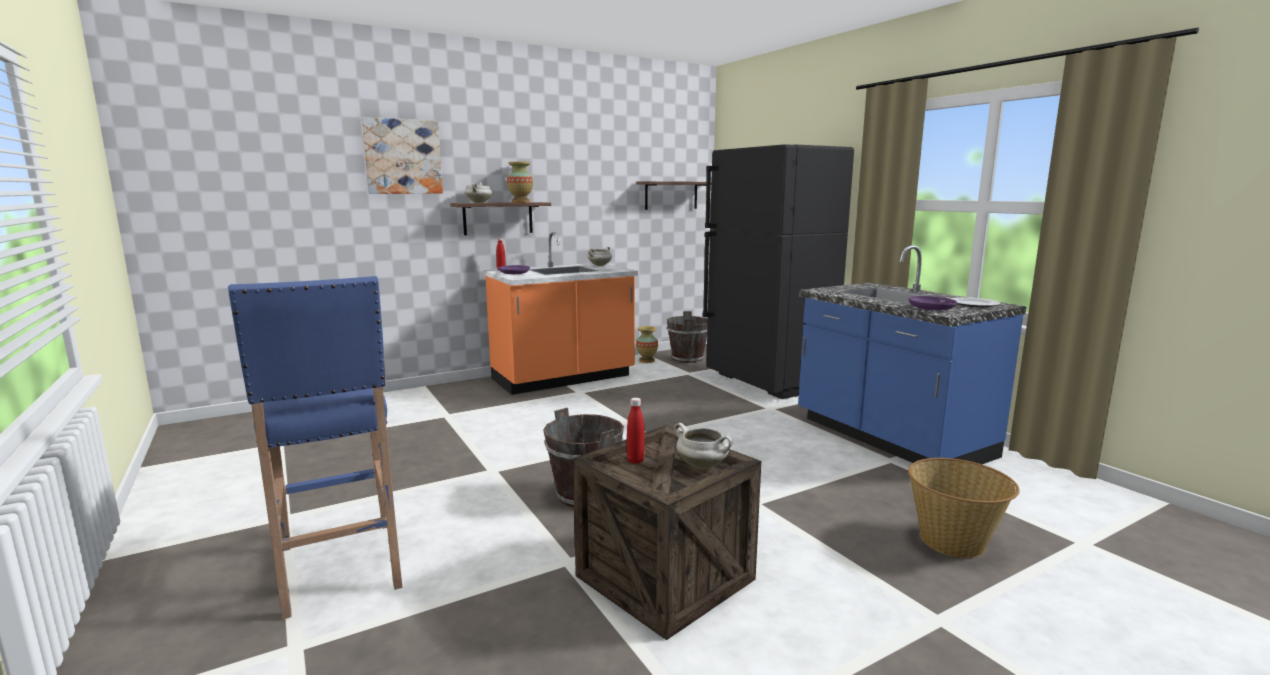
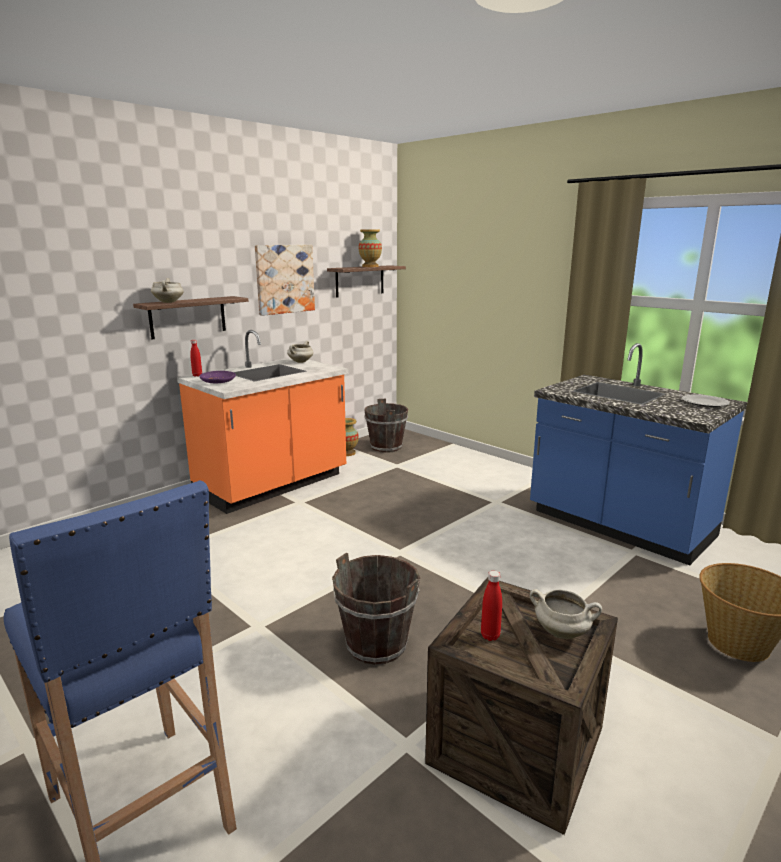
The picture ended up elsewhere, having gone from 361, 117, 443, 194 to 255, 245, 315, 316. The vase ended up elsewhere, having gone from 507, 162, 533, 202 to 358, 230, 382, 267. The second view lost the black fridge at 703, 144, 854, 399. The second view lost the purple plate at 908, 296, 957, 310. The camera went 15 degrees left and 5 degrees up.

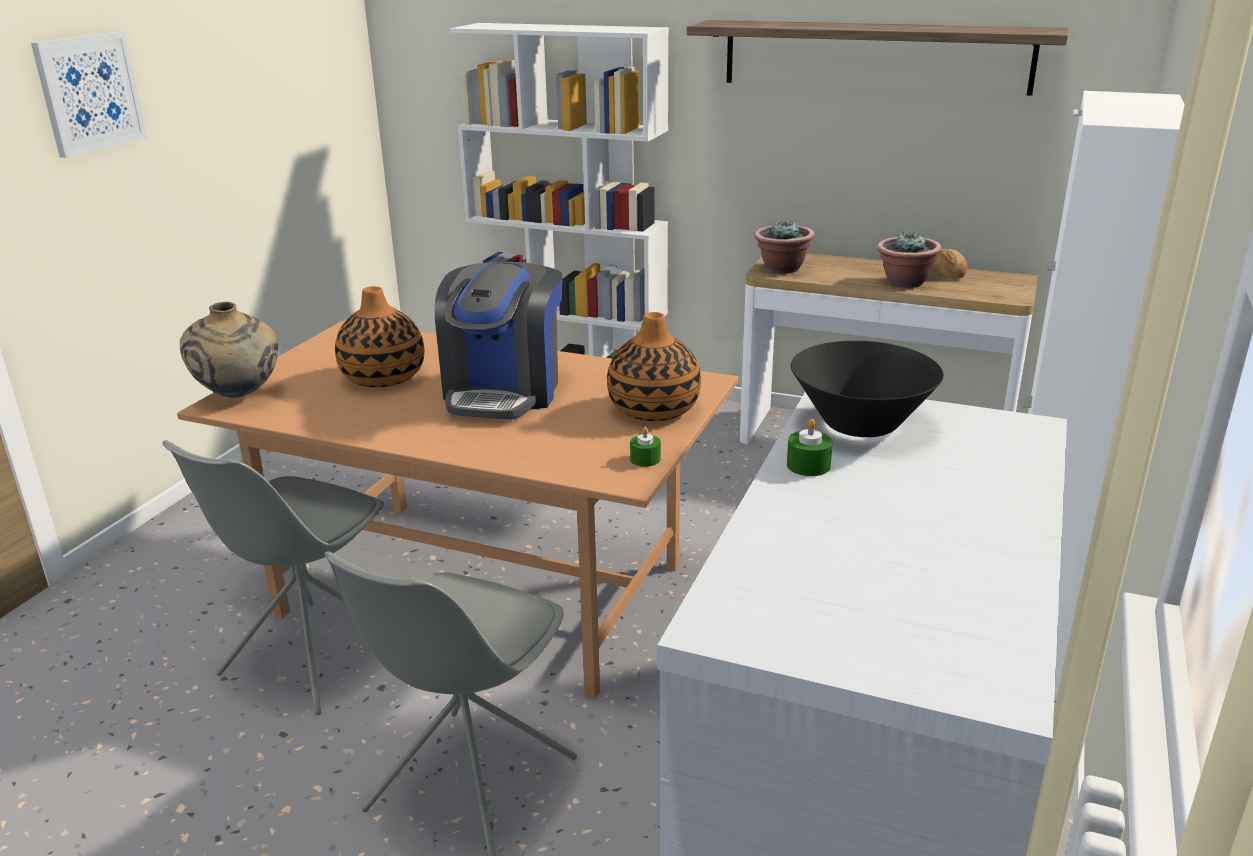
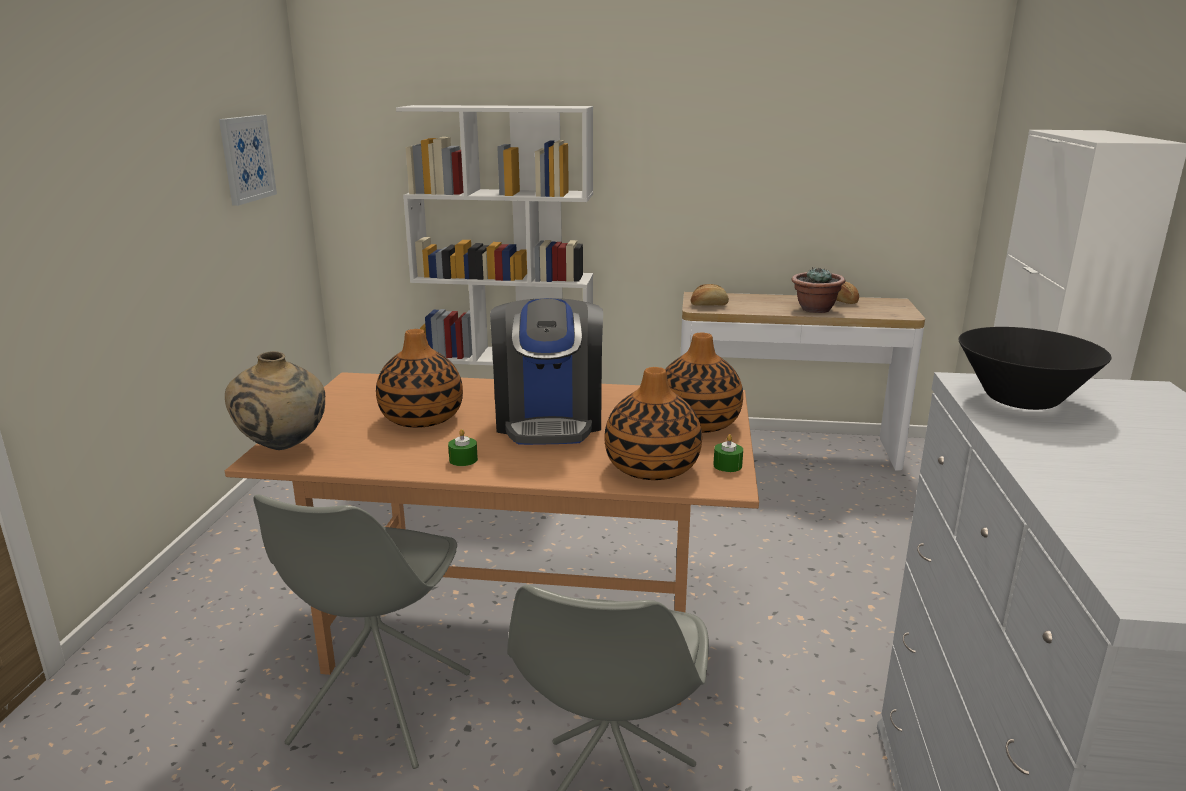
The picture ended up elsewhere, having gone from 31, 31, 147, 158 to 219, 115, 277, 206. The green candle ended up elsewhere, having gone from 787, 419, 833, 476 to 448, 429, 478, 466. The second view gained the vase at 604, 367, 702, 480. Where the potted plant stood at 754, 220, 815, 274, the bread came to stand at 691, 284, 729, 306. The second view lost the shelf at 687, 20, 1069, 96. The camera went 15 degrees left and 5 degrees down.

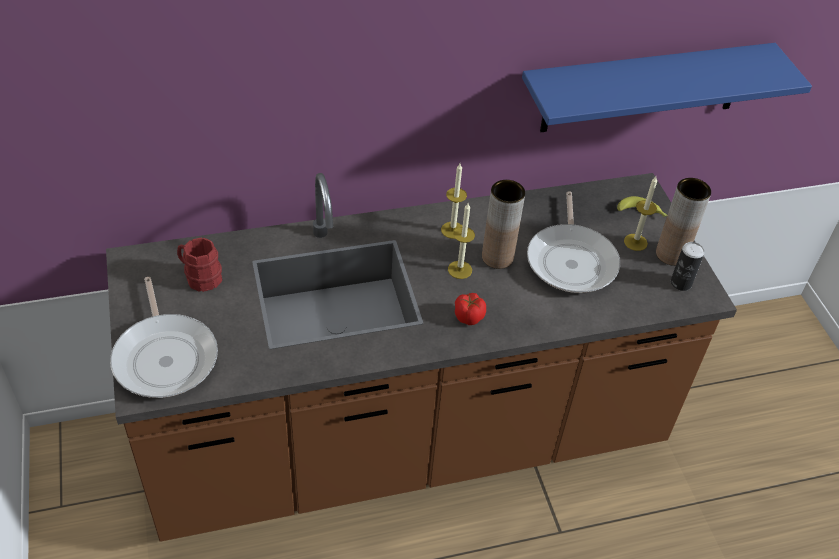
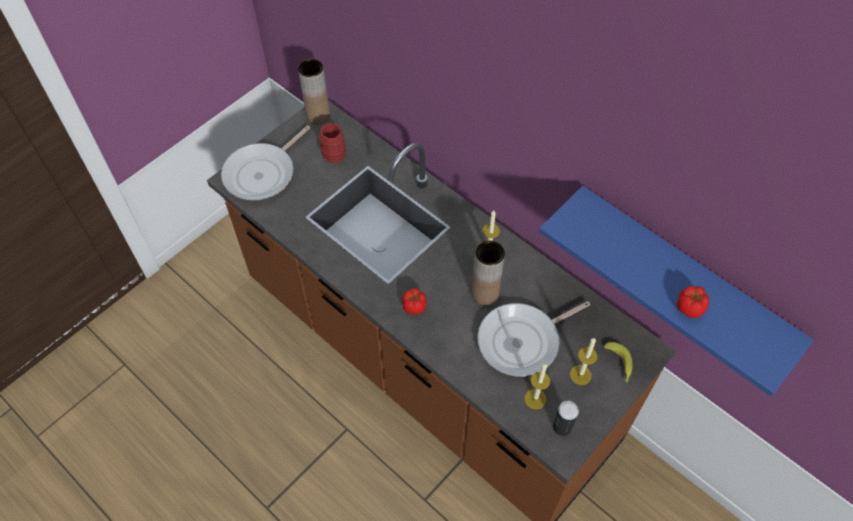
The brown vase ended up elsewhere, having gone from 656, 178, 711, 266 to 298, 59, 330, 124. The candle ended up elsewhere, having gone from 448, 203, 475, 279 to 524, 364, 550, 410. The second view gained the tomato at 677, 286, 709, 318. The camera went 60 degrees right and 10 degrees up.

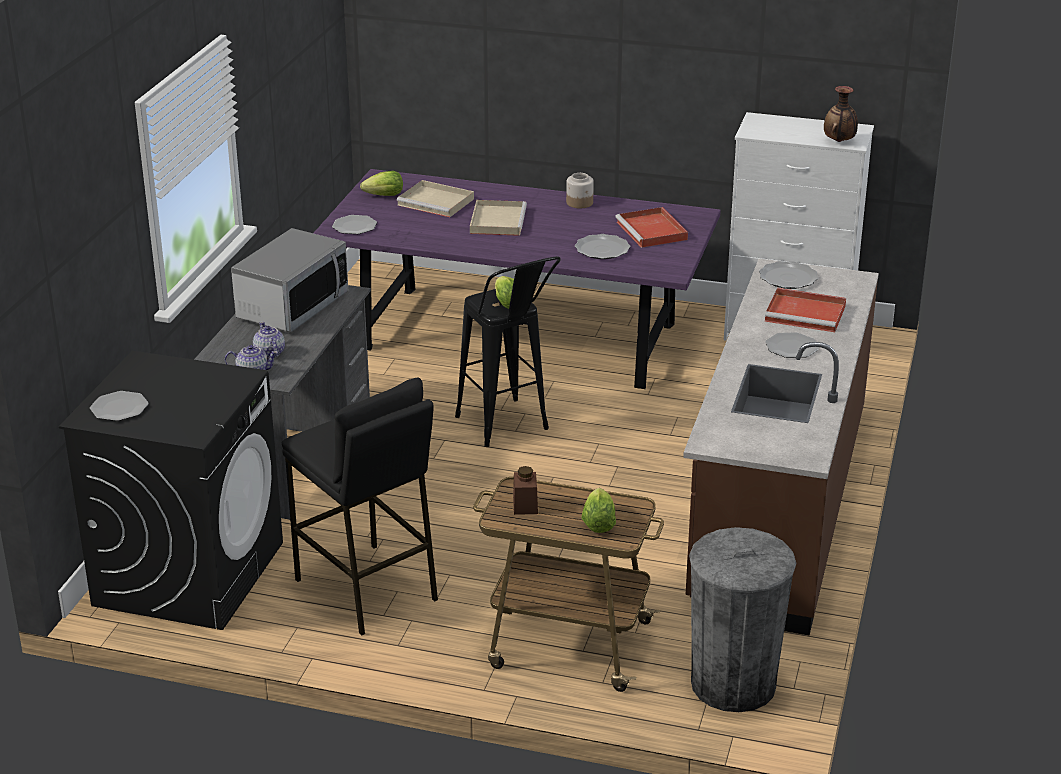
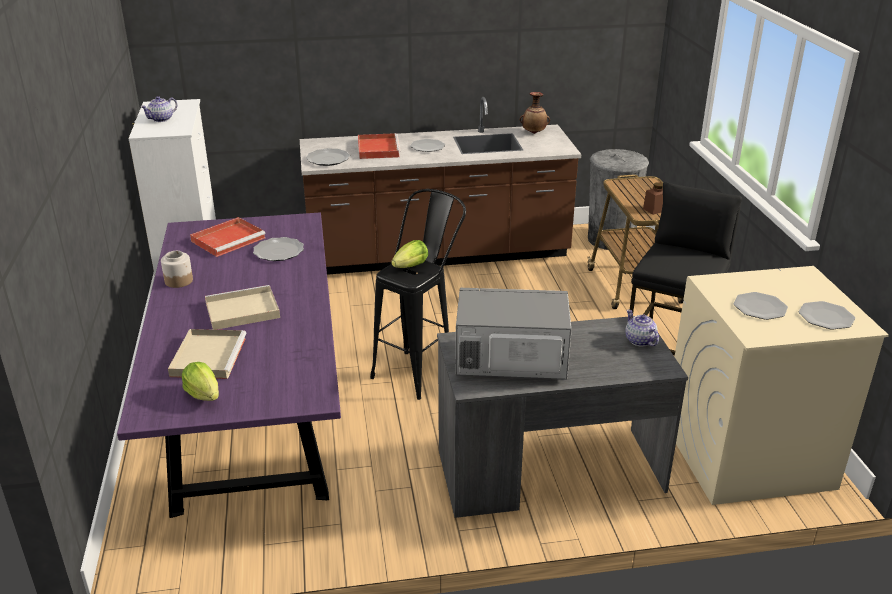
The teapot ended up elsewhere, having gone from 253, 322, 285, 358 to 141, 96, 177, 122. The vase ended up elsewhere, having gone from 824, 86, 858, 142 to 520, 92, 550, 134. What was the black washing machine at 59, 351, 283, 630 turned into the beige washing machine at 675, 266, 889, 505. The plate ended up elsewhere, having gone from 332, 215, 377, 234 to 733, 292, 788, 320. The second view lost the lettuce at 582, 488, 616, 533. The camera went 115 degrees left and 0 degrees up.

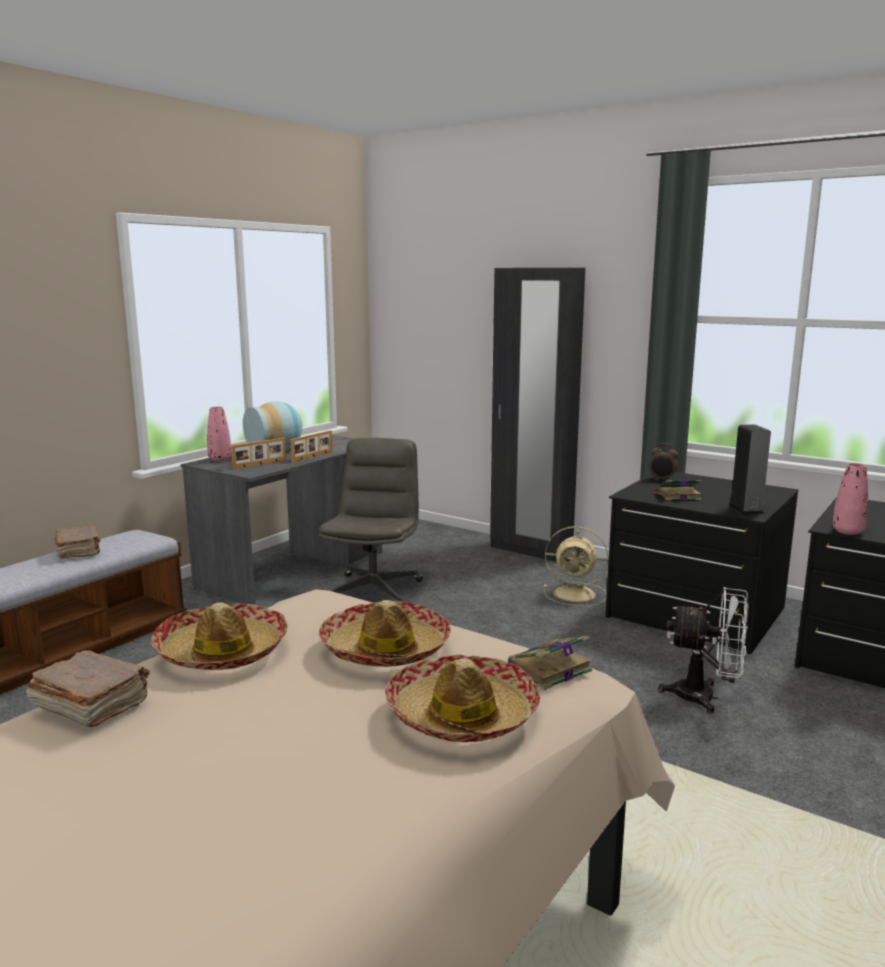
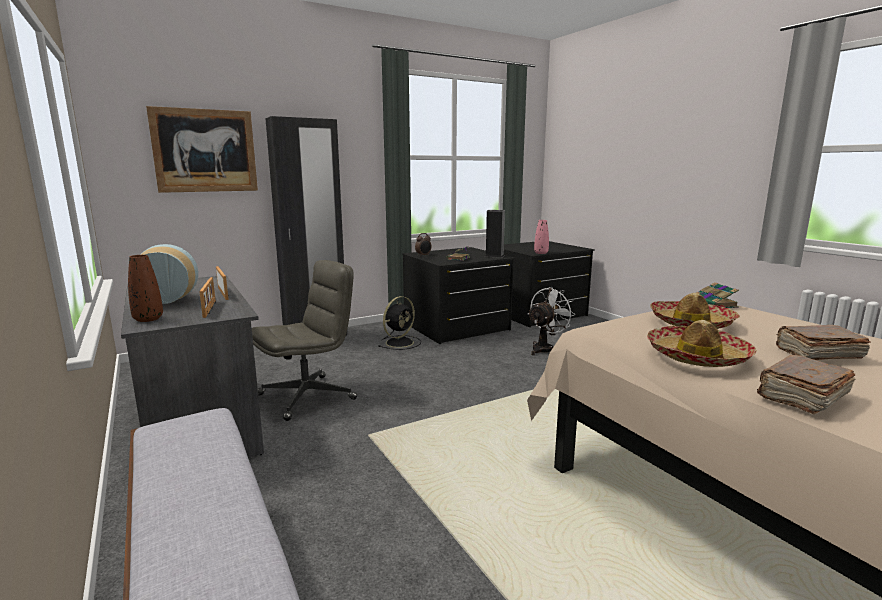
What was the pink vase at 207, 407, 232, 462 turned into the brown vase at 128, 255, 163, 322. The second view gained the picture at 146, 106, 258, 193. The grey office chair at 318, 438, 423, 602 ended up facing another way, 105 degrees clockwise from before. What was the beige fan at 544, 526, 608, 606 turned into the black fan at 378, 296, 421, 350. The brown book ended up elsewhere, having gone from 55, 525, 100, 559 to 776, 325, 871, 360. The second view lost the hat at 385, 654, 540, 742. The camera went 65 degrees left and 0 degrees up.

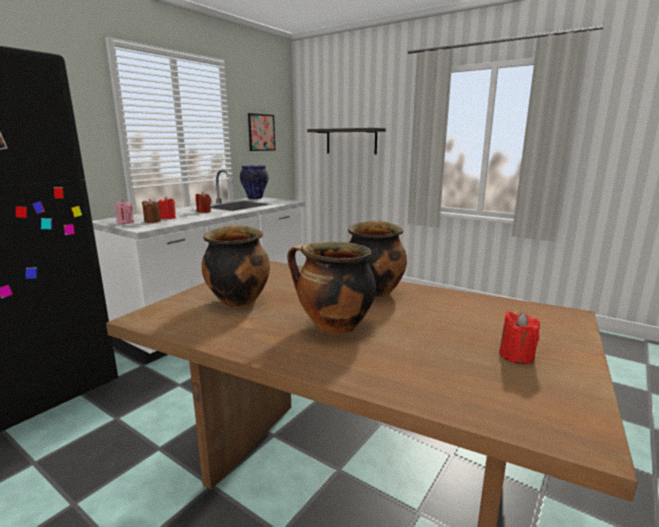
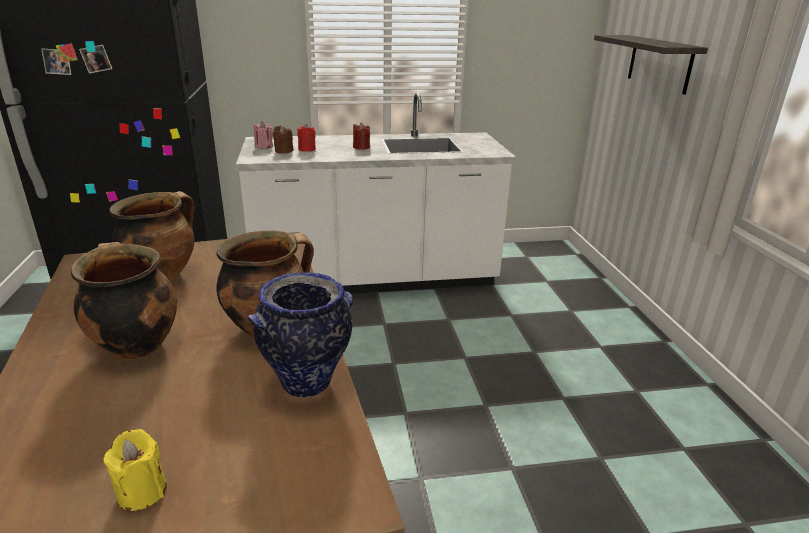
What was the red candle at 499, 311, 540, 364 turned into the yellow candle at 103, 429, 167, 511. The vase ended up elsewhere, having gone from 240, 165, 268, 199 to 248, 272, 353, 398. The second view lost the picture at 248, 113, 275, 151. The camera went 45 degrees right and 10 degrees up.

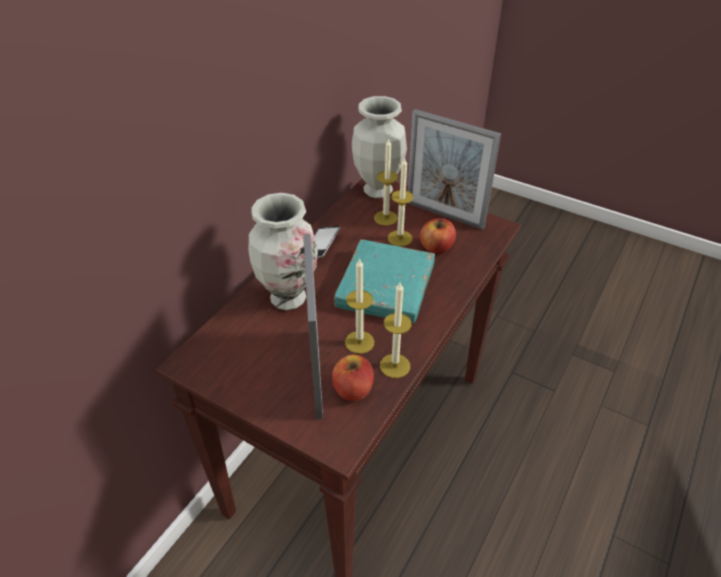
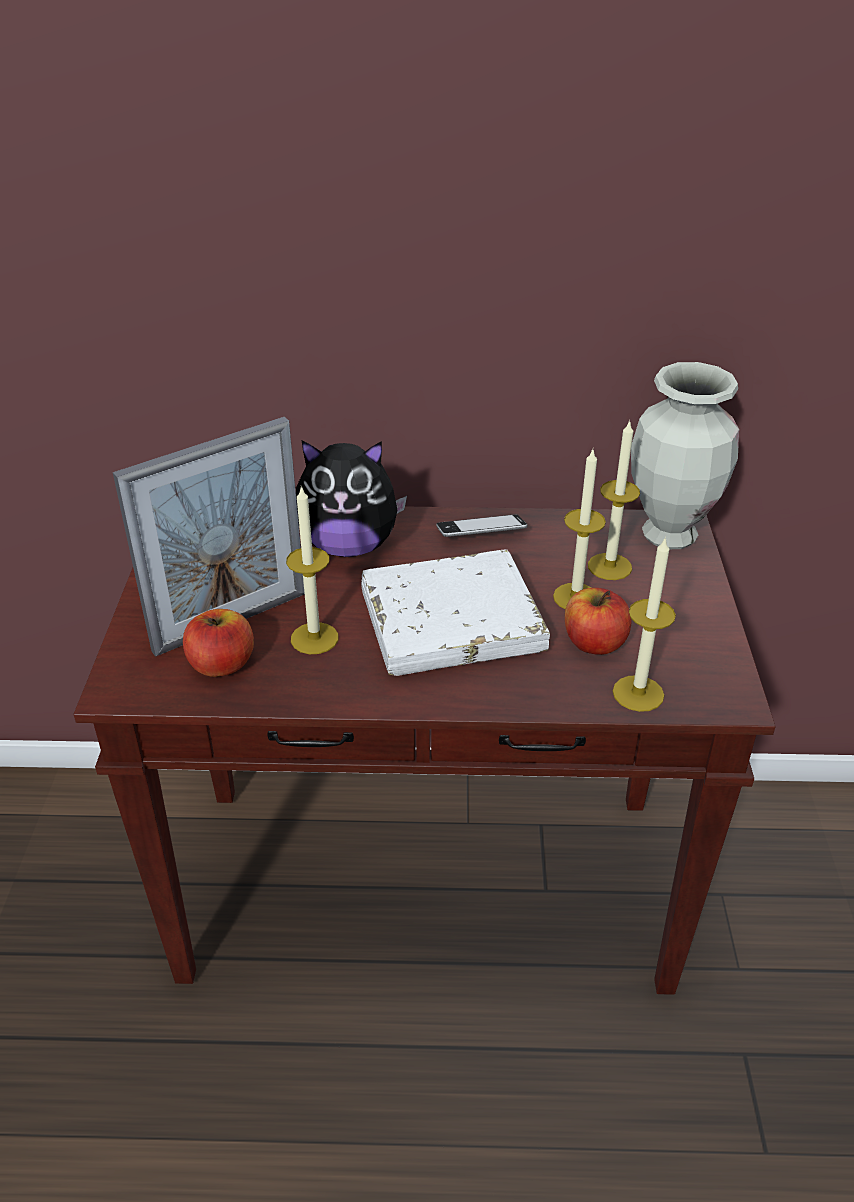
Where the vase stood at 248, 193, 318, 310, the plush toy came to stand at 296, 441, 407, 557. What was the turquoise book at 334, 240, 435, 324 turned into the white book at 361, 549, 550, 676. The candle ended up elsewhere, having gone from 380, 283, 412, 378 to 613, 537, 676, 712. The second view lost the picture frame at 407, 109, 501, 230. The camera went 60 degrees right and 5 degrees down.

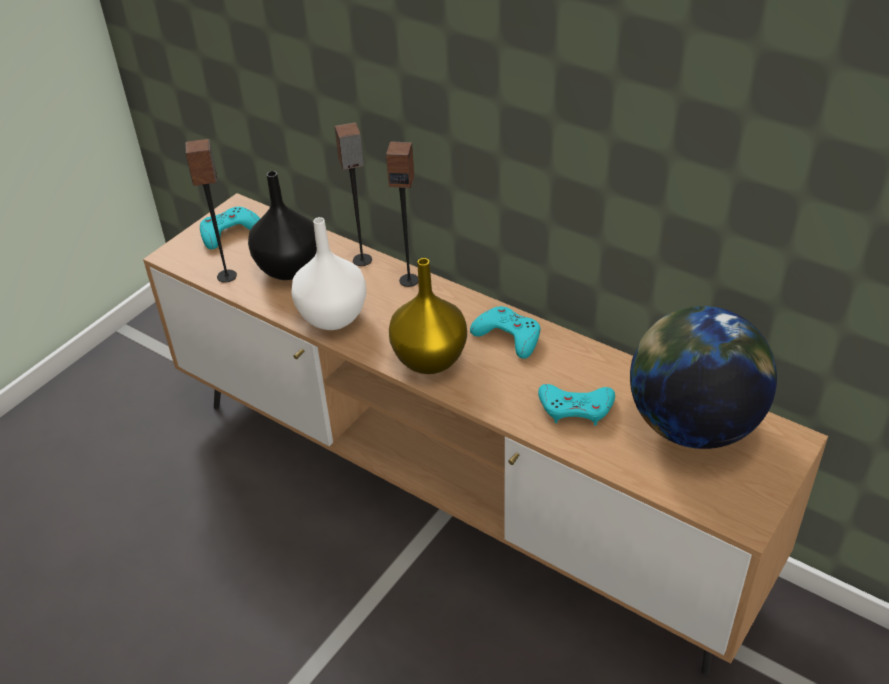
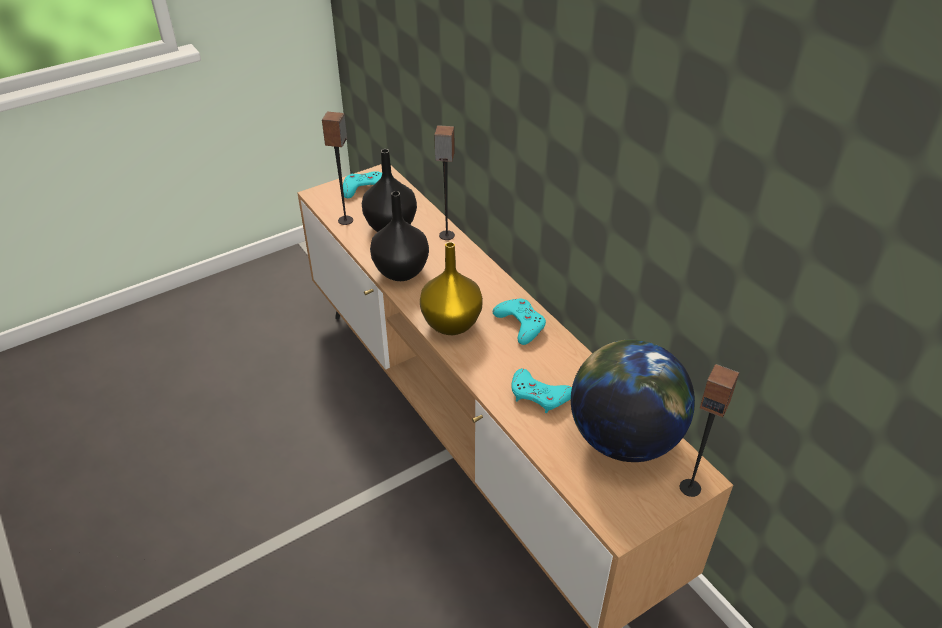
What was the white vase at 291, 217, 366, 330 turned into the black vase at 370, 191, 429, 281. The speaker ended up elsewhere, having gone from 386, 141, 418, 287 to 680, 364, 739, 497. The camera went 20 degrees right and 0 degrees up.

